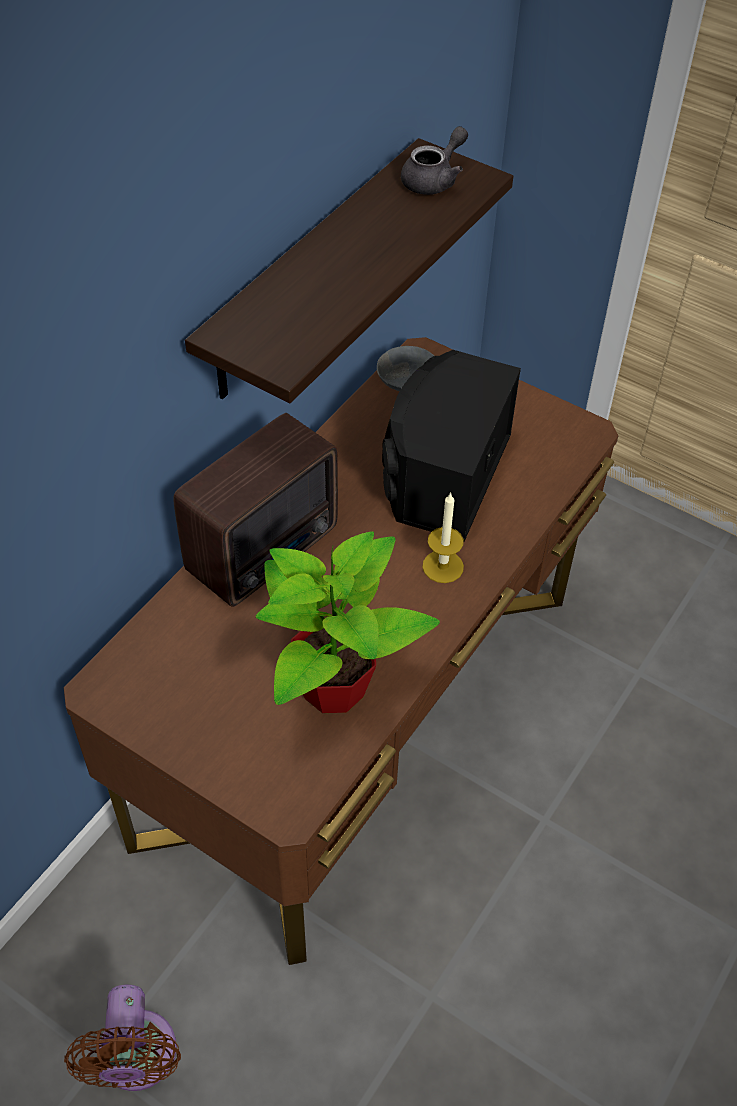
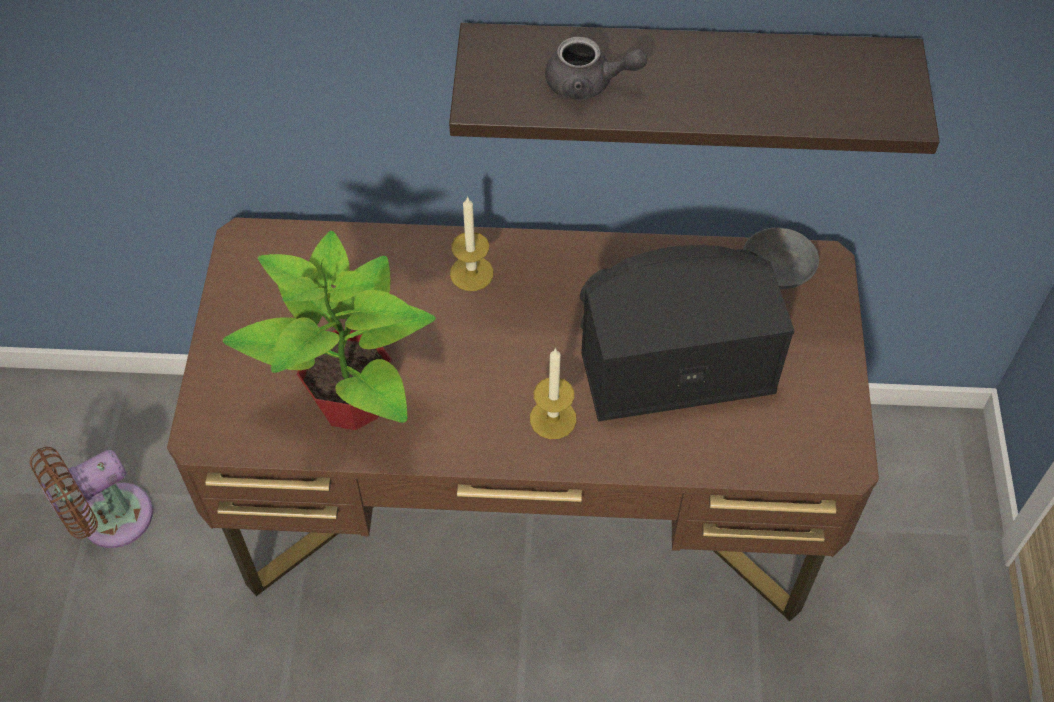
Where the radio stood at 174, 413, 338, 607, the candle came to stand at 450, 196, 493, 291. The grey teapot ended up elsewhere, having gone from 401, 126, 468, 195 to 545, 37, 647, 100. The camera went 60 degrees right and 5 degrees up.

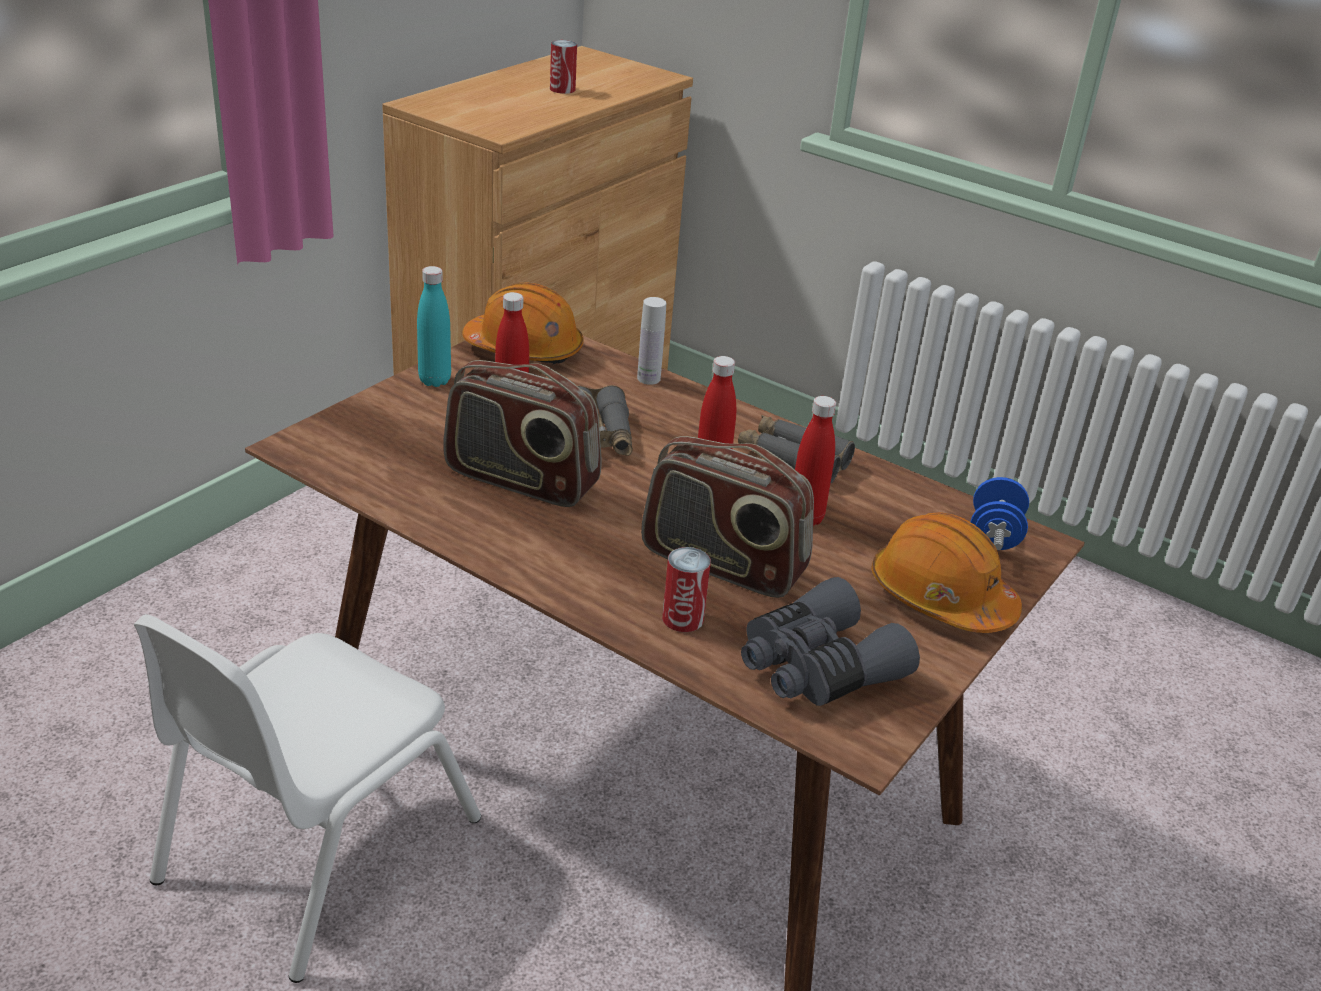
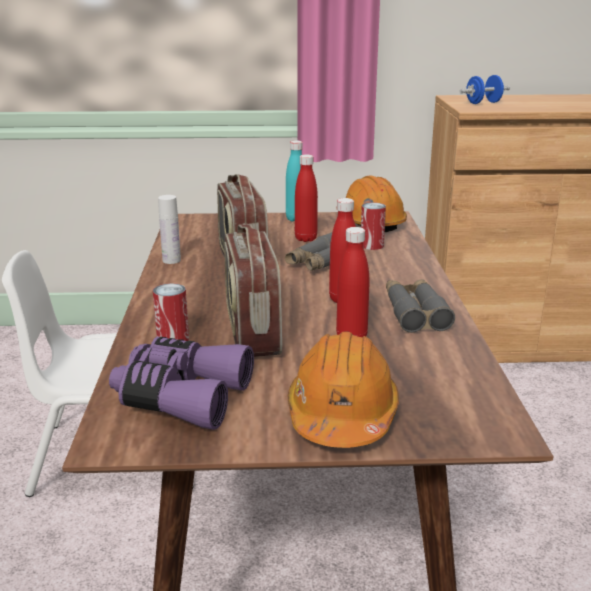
What was the grey binoculars at 741, 577, 920, 706 turned into the purple binoculars at 109, 337, 254, 430. The white bottle ended up elsewhere, having gone from 637, 297, 666, 385 to 158, 195, 181, 264. The can ended up elsewhere, having gone from 550, 40, 577, 94 to 361, 202, 386, 250. The blue dumbbell ended up elsewhere, having gone from 971, 477, 1029, 550 to 460, 75, 510, 104. The camera went 55 degrees right and 10 degrees down.

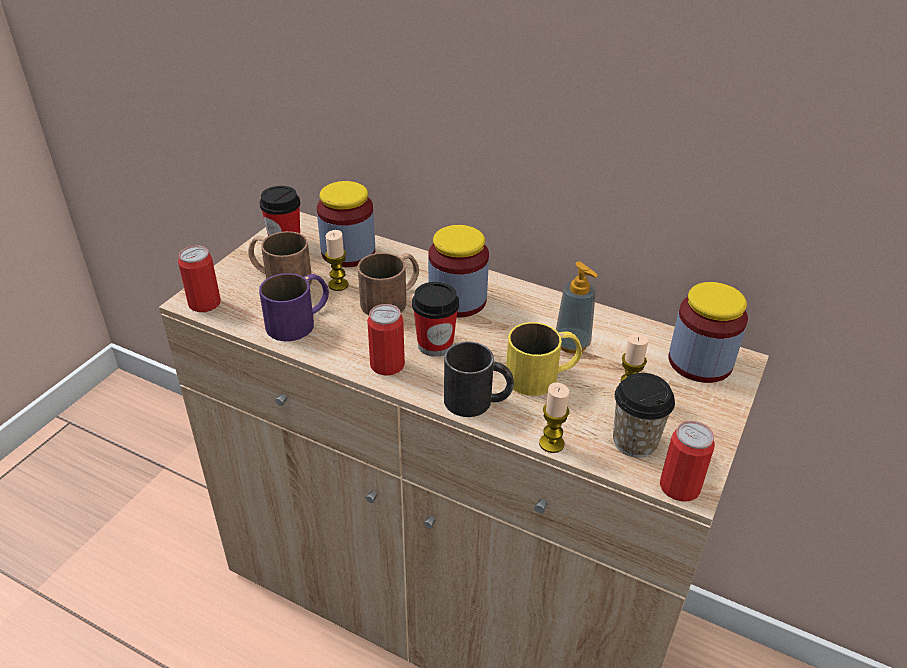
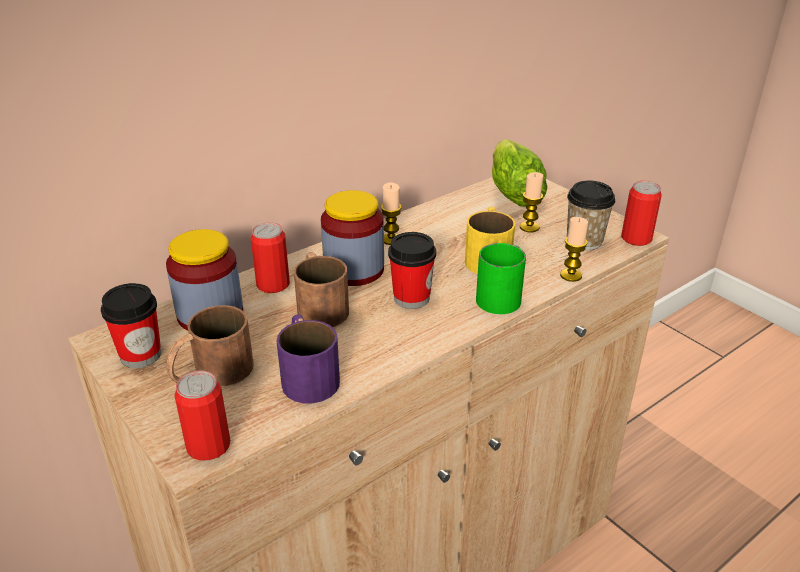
The can ended up elsewhere, having gone from 367, 304, 405, 376 to 251, 222, 290, 293. The candle ended up elsewhere, having gone from 325, 230, 348, 291 to 381, 183, 402, 245. What was the black mug at 444, 341, 514, 417 turned into the green mug at 476, 243, 526, 314. Where the jar stood at 669, 282, 748, 383, the lettuce came to stand at 492, 139, 547, 207. The second view lost the soap dispenser at 556, 261, 598, 353. The camera went 65 degrees left and 5 degrees down.

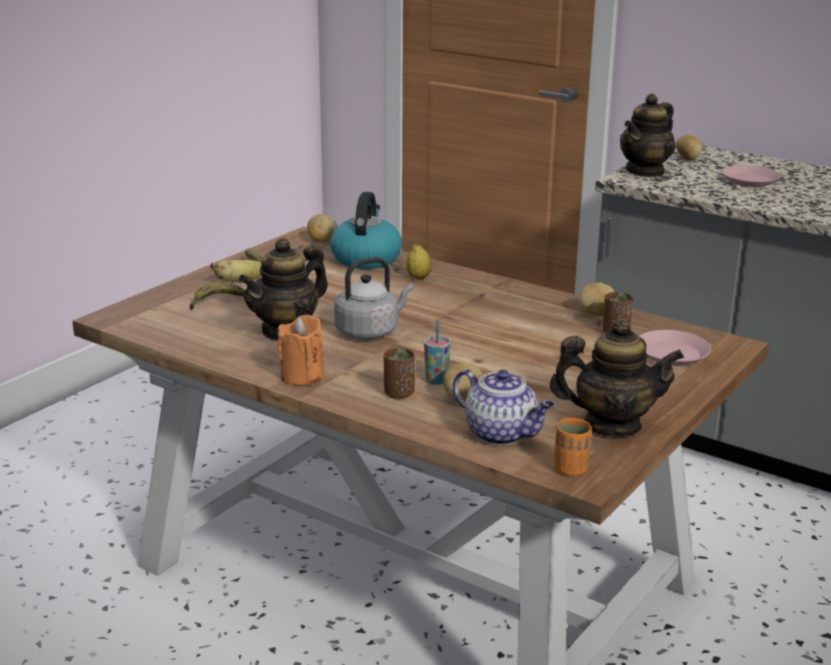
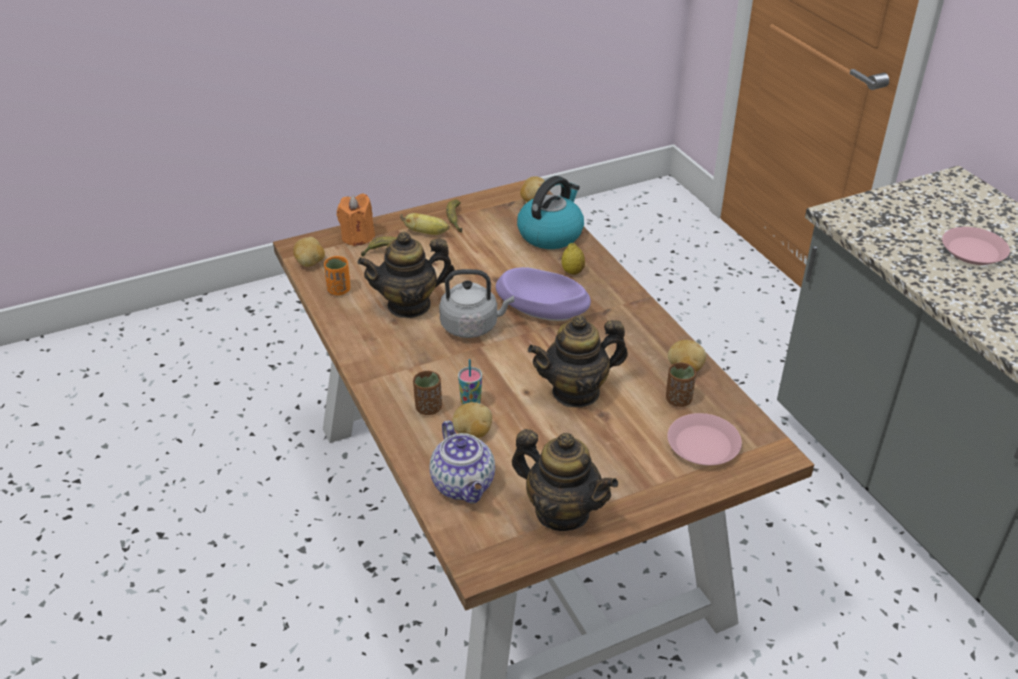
The potato ended up elsewhere, having gone from 675, 135, 703, 161 to 293, 237, 325, 267. The orange cup ended up elsewhere, having gone from 554, 418, 592, 476 to 324, 256, 350, 296. The orange candle ended up elsewhere, having gone from 277, 315, 324, 385 to 337, 194, 375, 246. The second view gained the purple bowl at 496, 267, 591, 321. The teapot ended up elsewhere, having gone from 620, 93, 675, 177 to 528, 315, 628, 408. The camera went 30 degrees right and 15 degrees up.

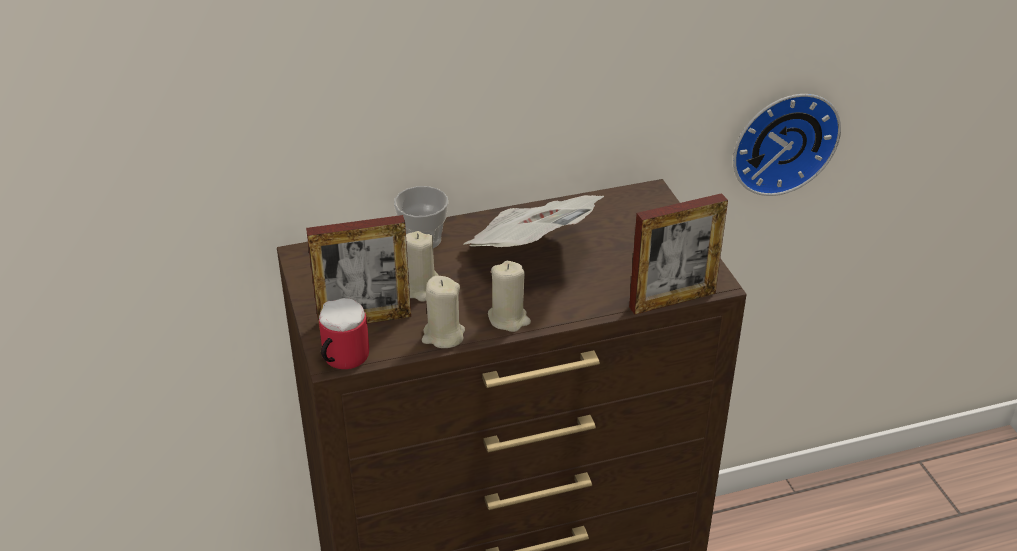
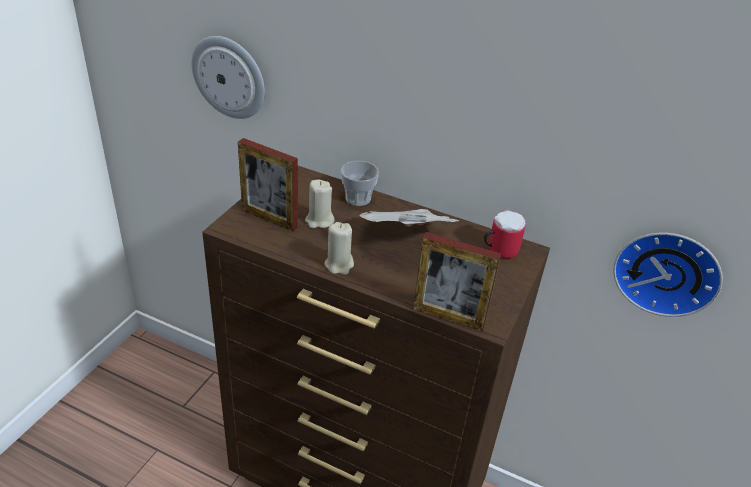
The second view gained the wall clock at 191, 36, 265, 119. The mug ended up elsewhere, having gone from 319, 298, 369, 369 to 484, 210, 526, 258. The second view lost the beige candle at 422, 276, 465, 348. The camera went 40 degrees right and 0 degrees up.

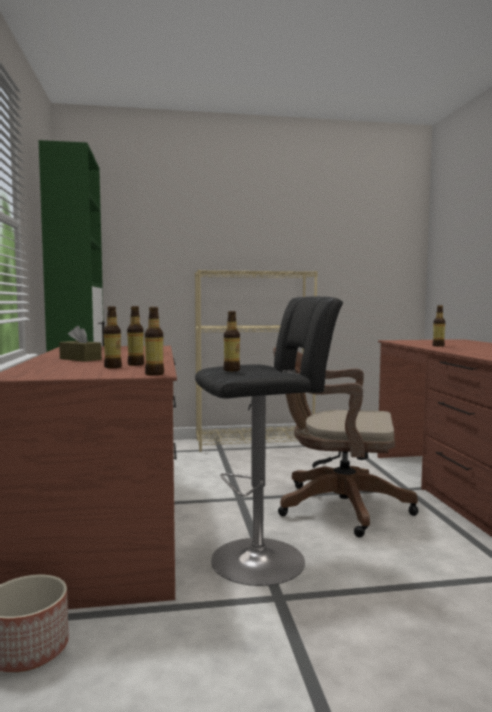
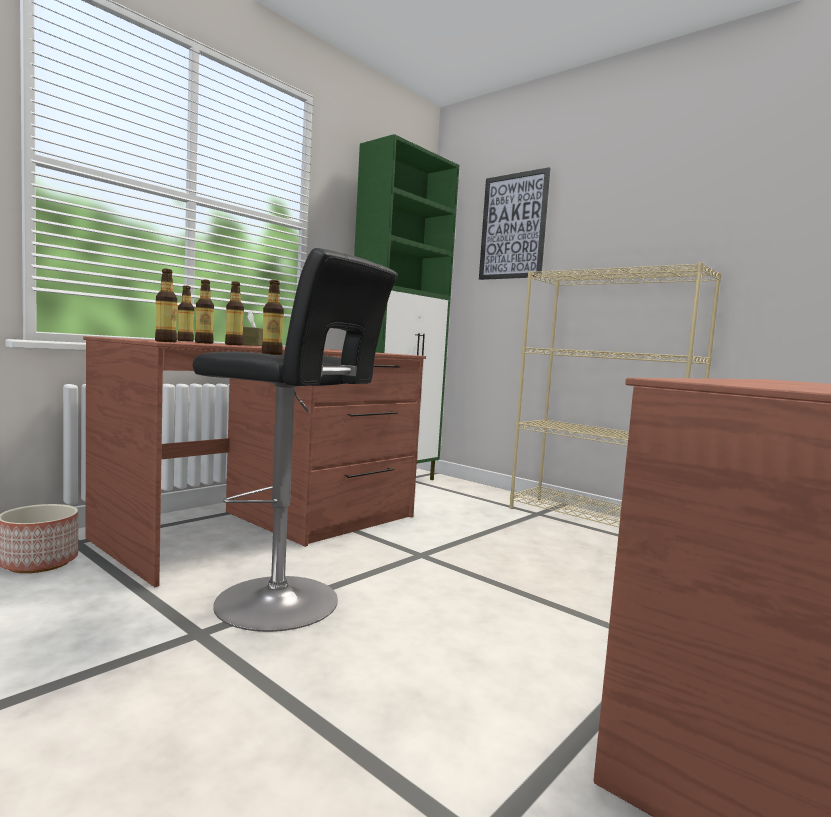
The bottle ended up elsewhere, having gone from 433, 305, 445, 347 to 177, 285, 194, 342. The second view gained the picture at 479, 167, 550, 280. The second view lost the brown office chair at 273, 347, 419, 537. The camera went 50 degrees right and 0 degrees up.

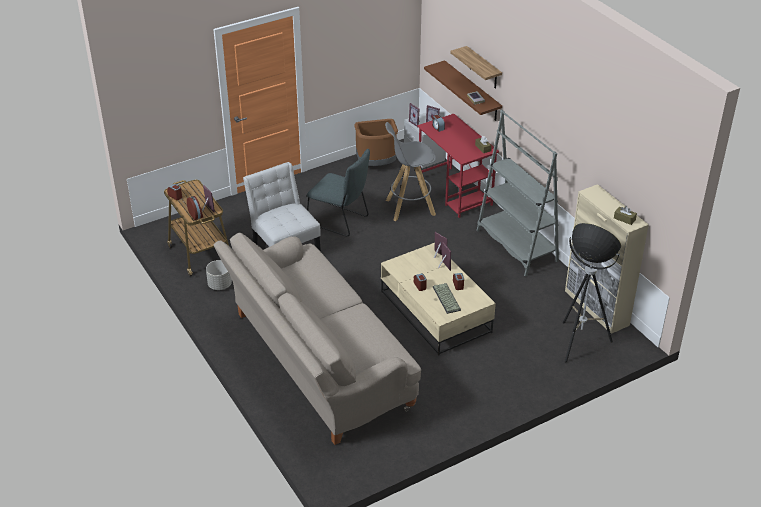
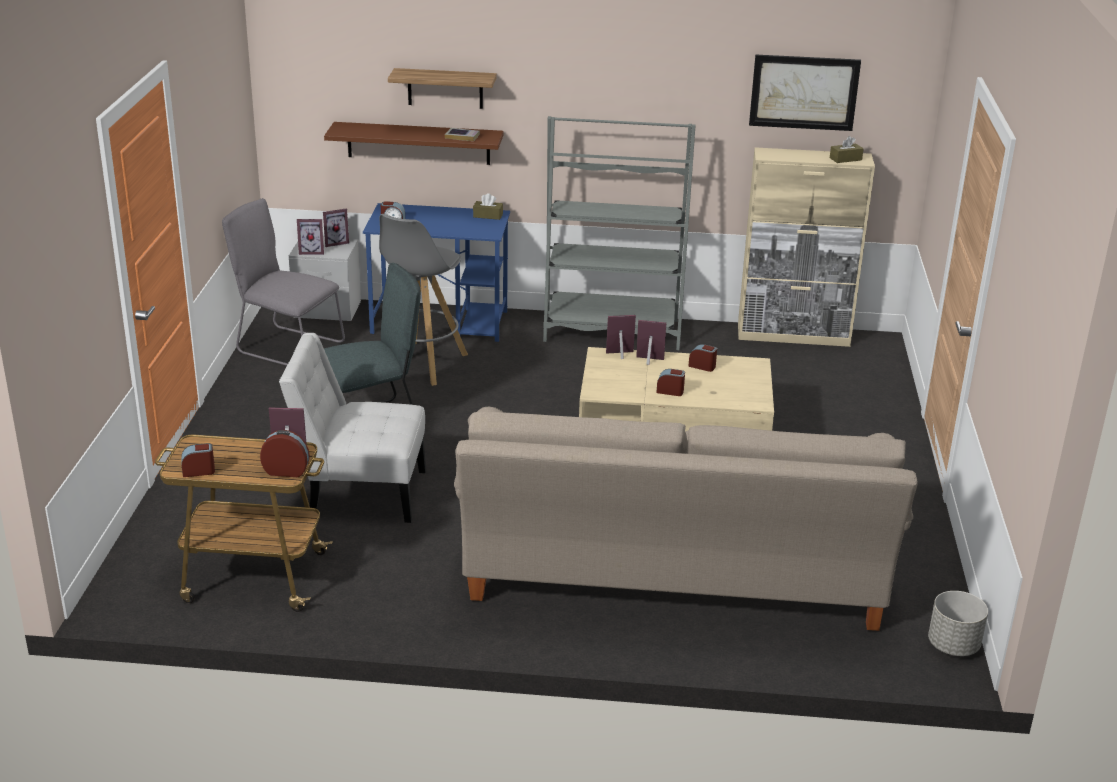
Where the brown trash can stood at 354, 119, 398, 166, the grey chair came to stand at 222, 198, 345, 366. What was the red desk at 417, 114, 499, 218 turned into the blue desk at 363, 203, 510, 342. The second view gained the picture at 749, 55, 861, 131. The grey planter ended up elsewhere, having gone from 206, 260, 232, 290 to 928, 591, 988, 656. The second view lost the keyboard at 433, 283, 461, 314. The second view lost the floor lamp at 563, 223, 621, 362. The camera went 55 degrees left and 10 degrees down.

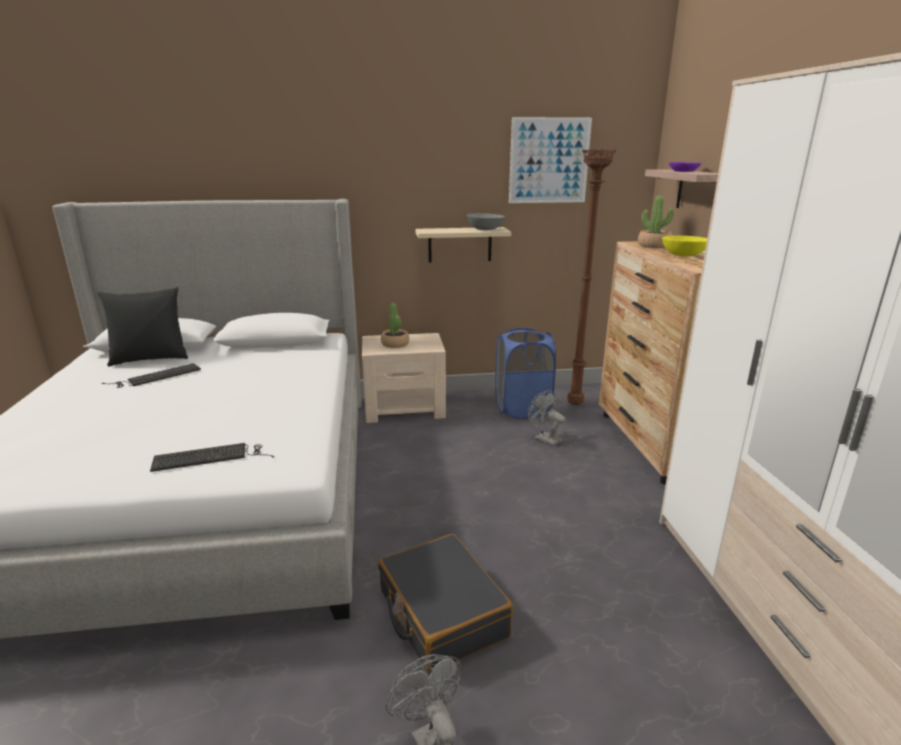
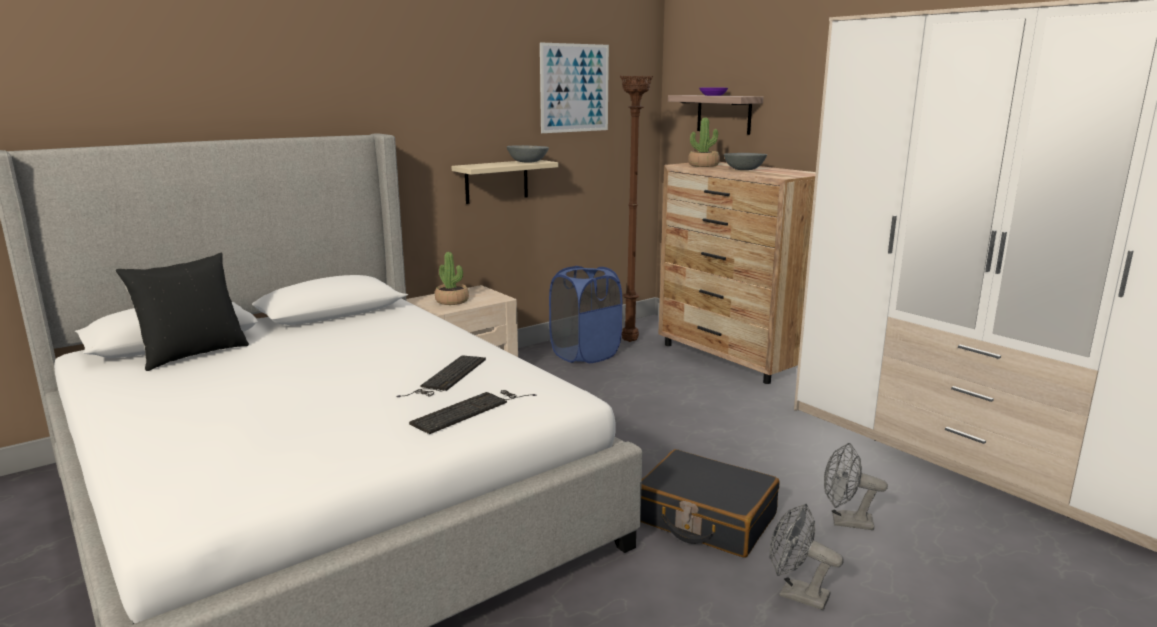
The keyboard ended up elsewhere, having gone from 102, 363, 201, 388 to 397, 355, 486, 397. What was the yellow bowl at 662, 236, 707, 256 turned into the grey bowl at 724, 153, 767, 170. The grey fan ended up elsewhere, having gone from 528, 390, 566, 446 to 824, 443, 888, 530. The camera went 30 degrees left and 5 degrees down.

